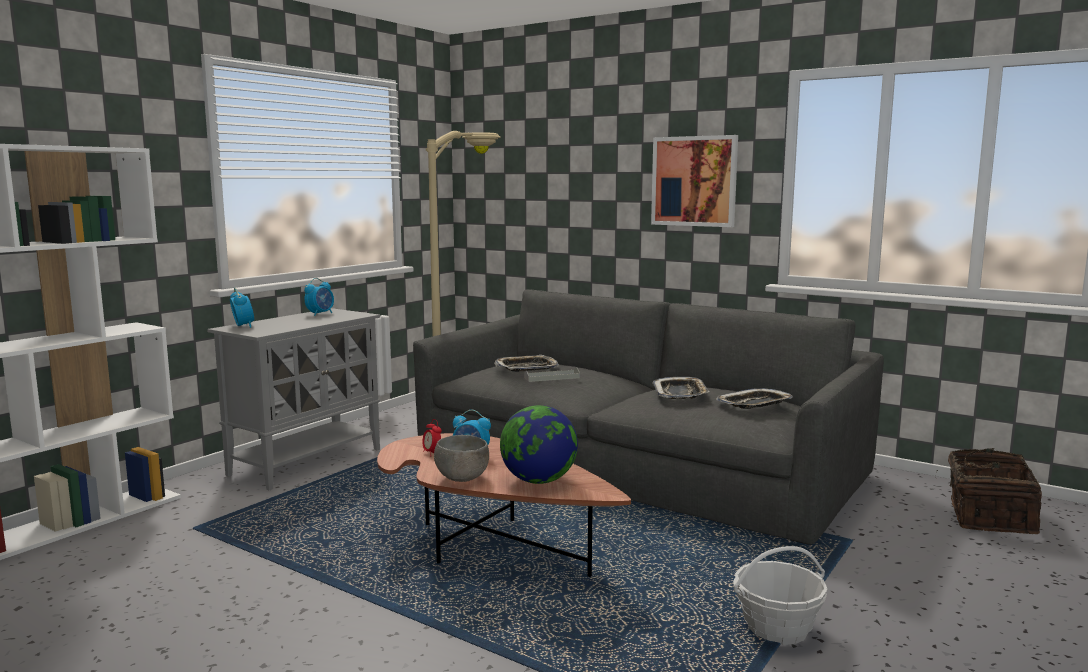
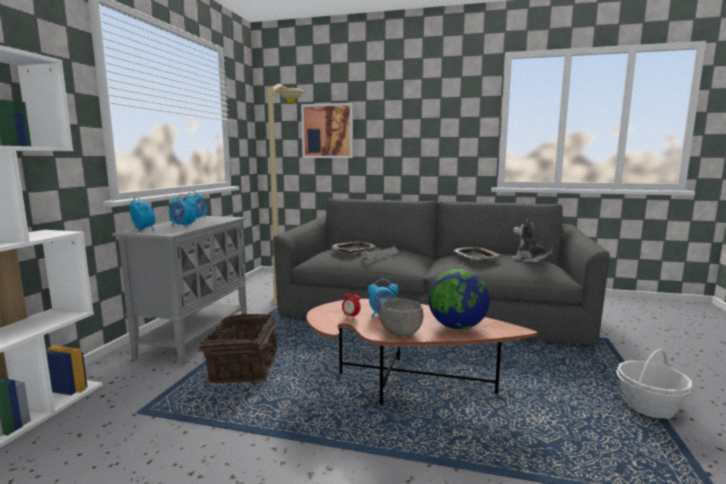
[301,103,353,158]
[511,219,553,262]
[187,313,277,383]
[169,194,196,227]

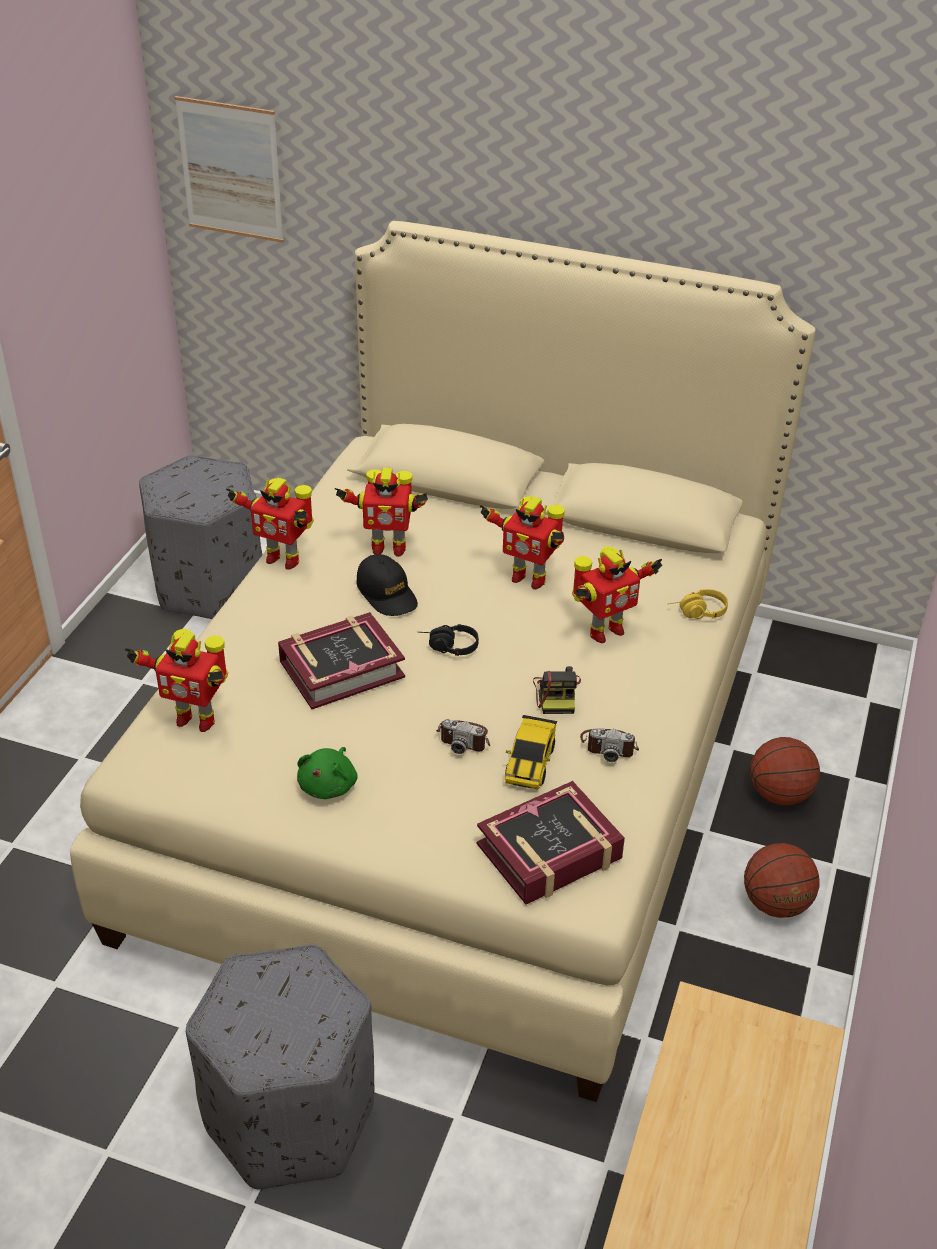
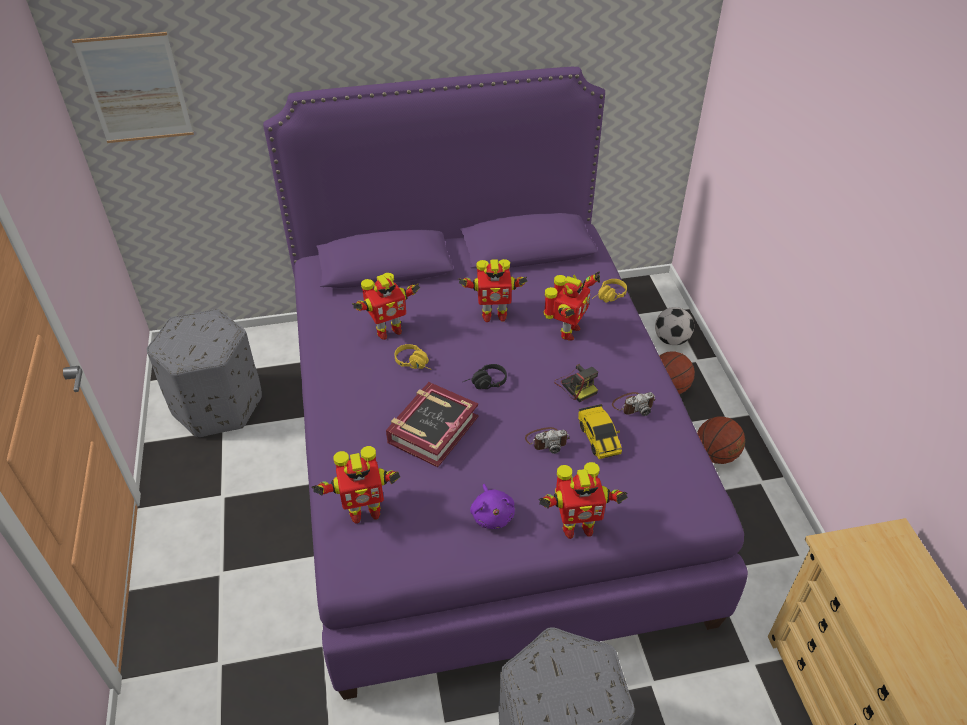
[263,67,748,700]
[539,462,628,539]
[395,344,430,369]
[470,484,515,529]
[477,781,625,905] (first image)
[655,307,694,345]

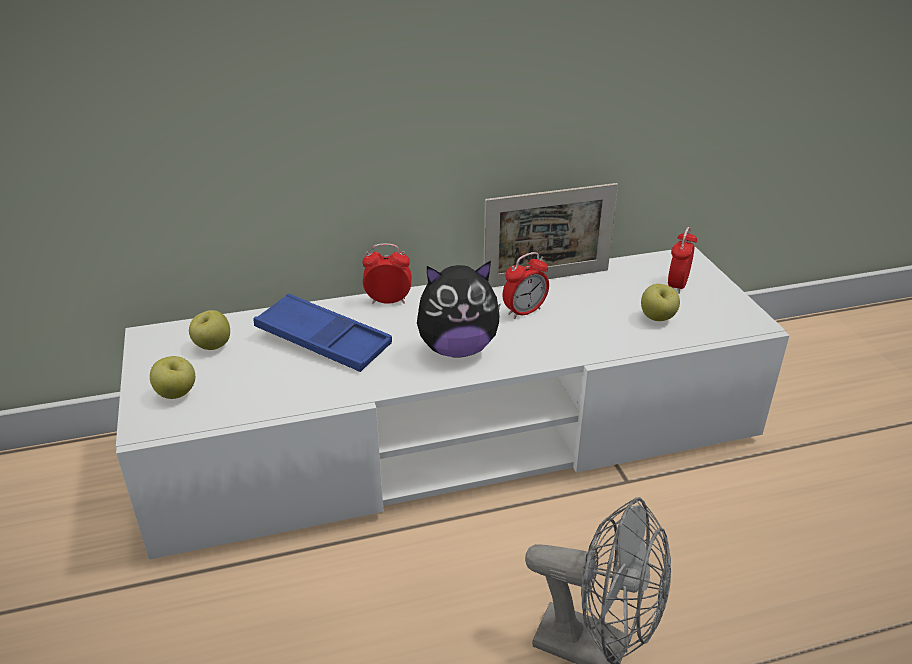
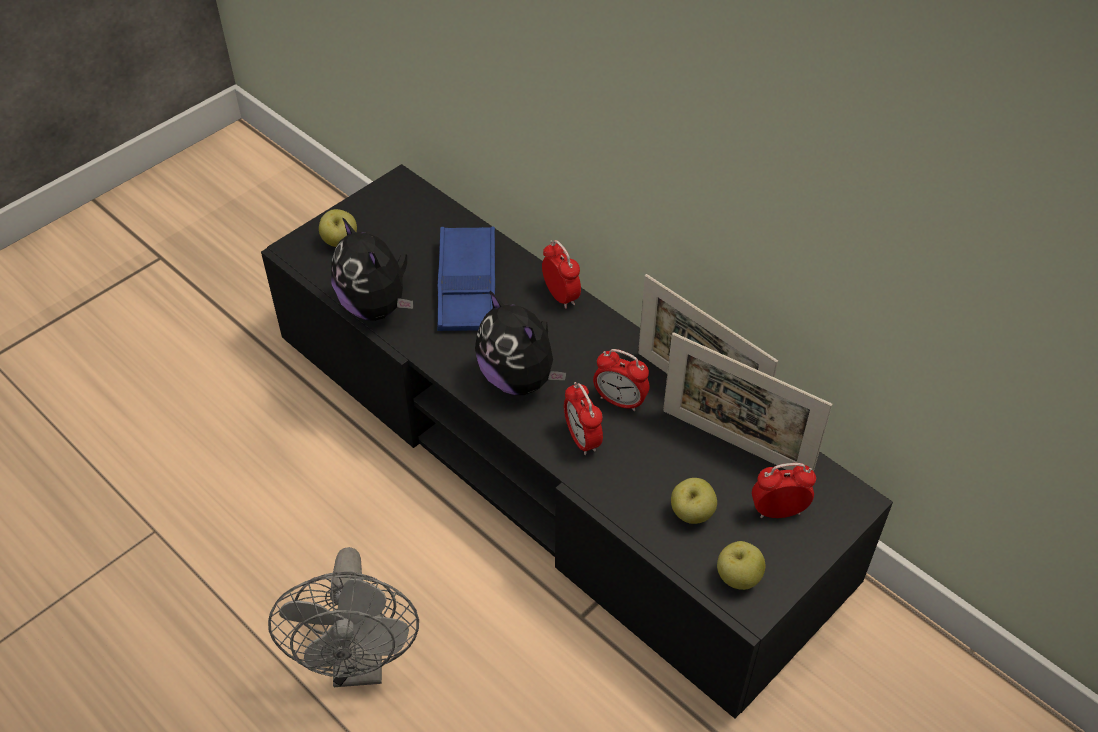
[261,164,893,719]
[717,541,765,590]
[331,217,413,321]
[663,332,833,471]
[564,382,603,455]

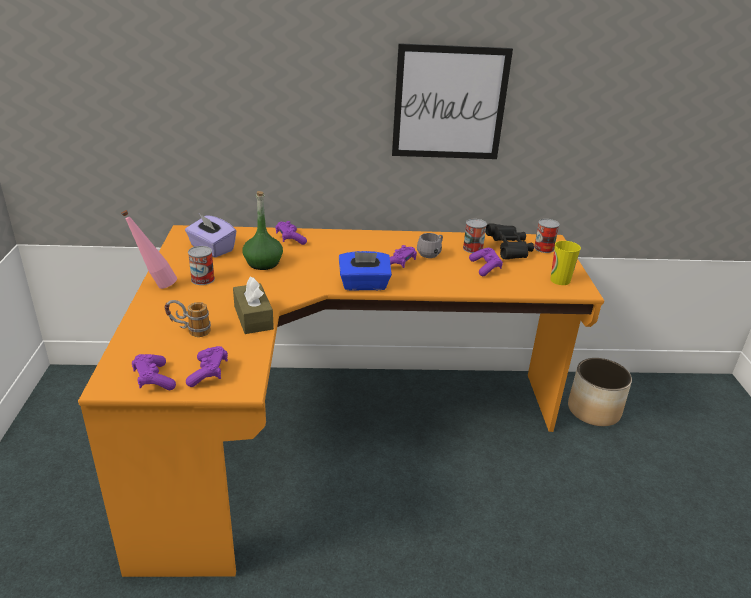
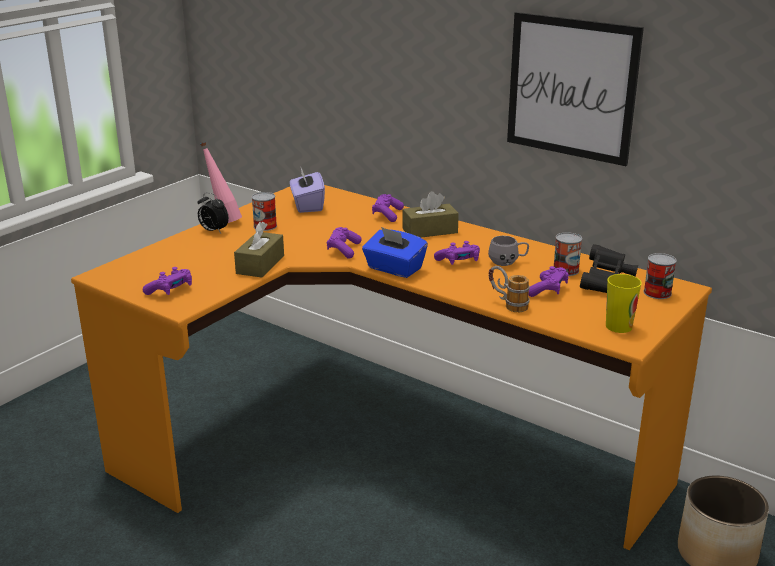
[243,191,283,270] (first image)
[489,266,530,313]
[327,227,362,259]
[402,191,459,238]
[198,192,229,233]

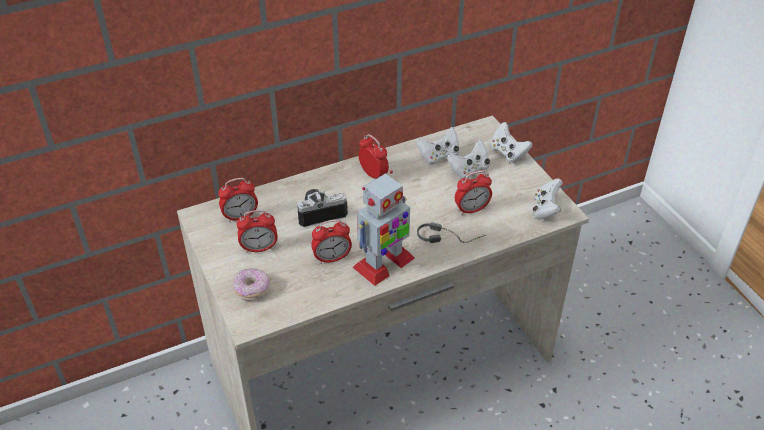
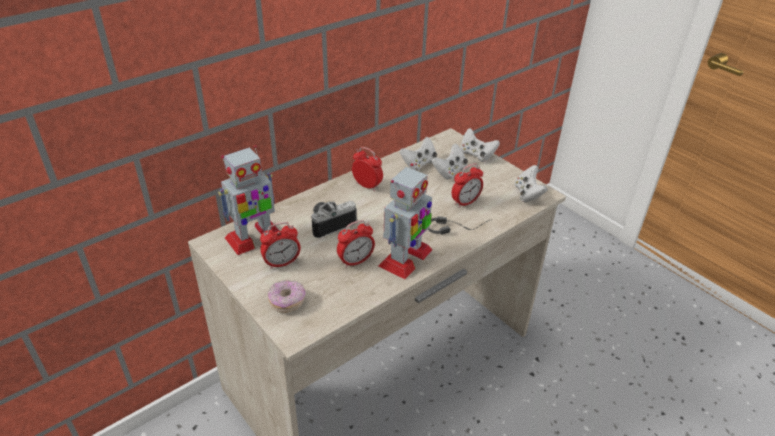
[218,145,279,255]

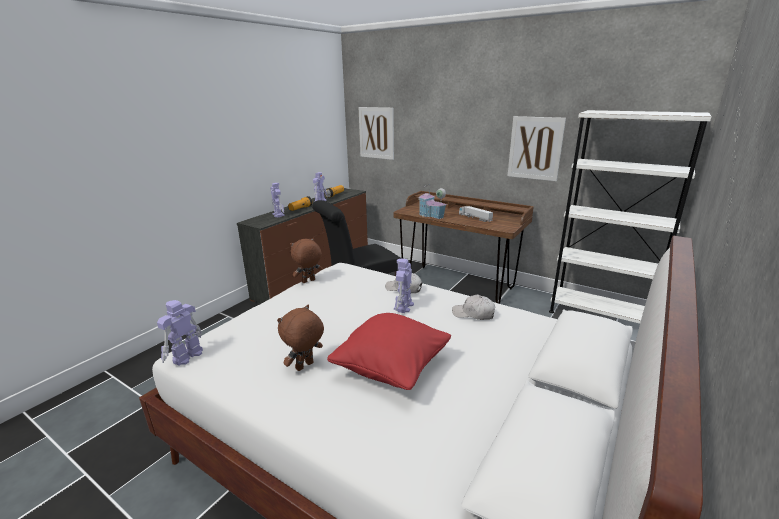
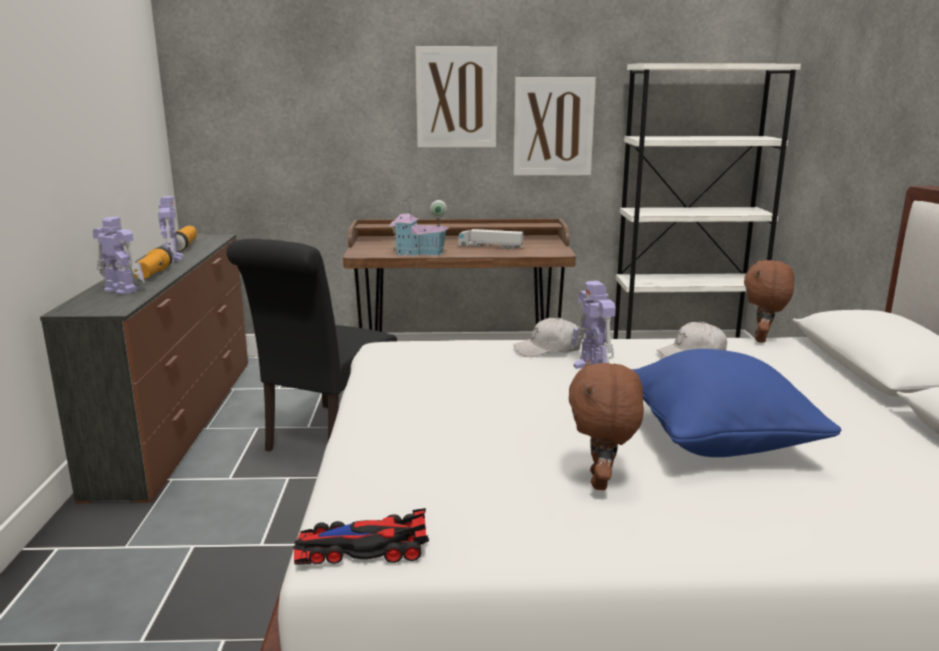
[415,46,497,148]
[744,260,794,343]
[293,508,429,565]
[632,349,841,457]

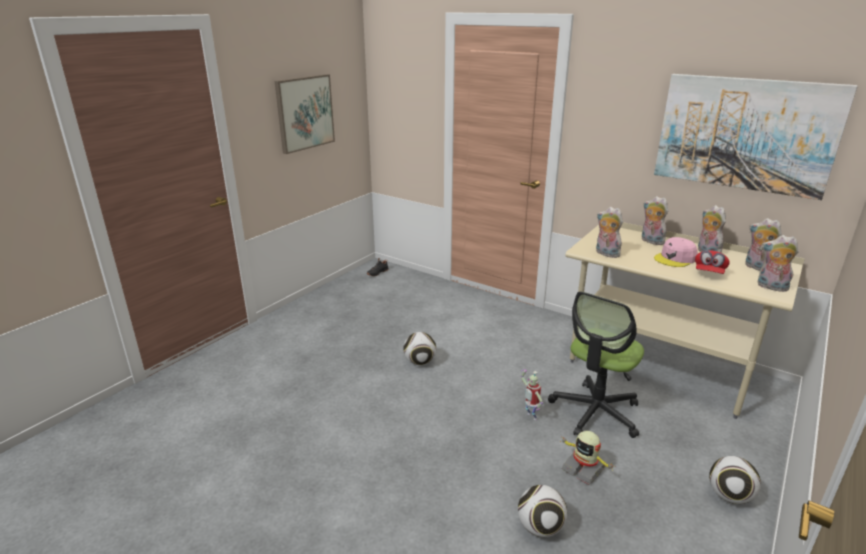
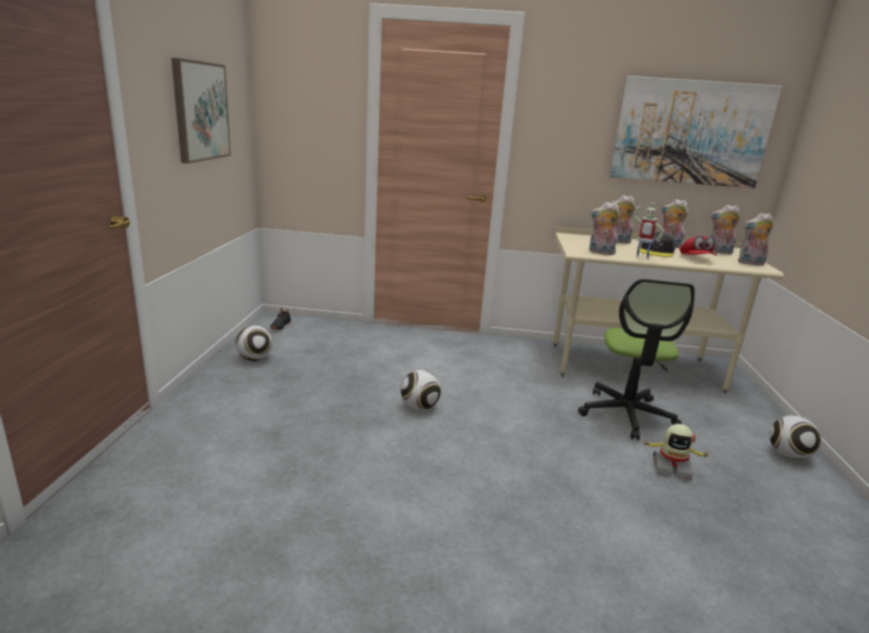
[639,231,676,257]
[632,203,665,259]
[236,326,273,361]

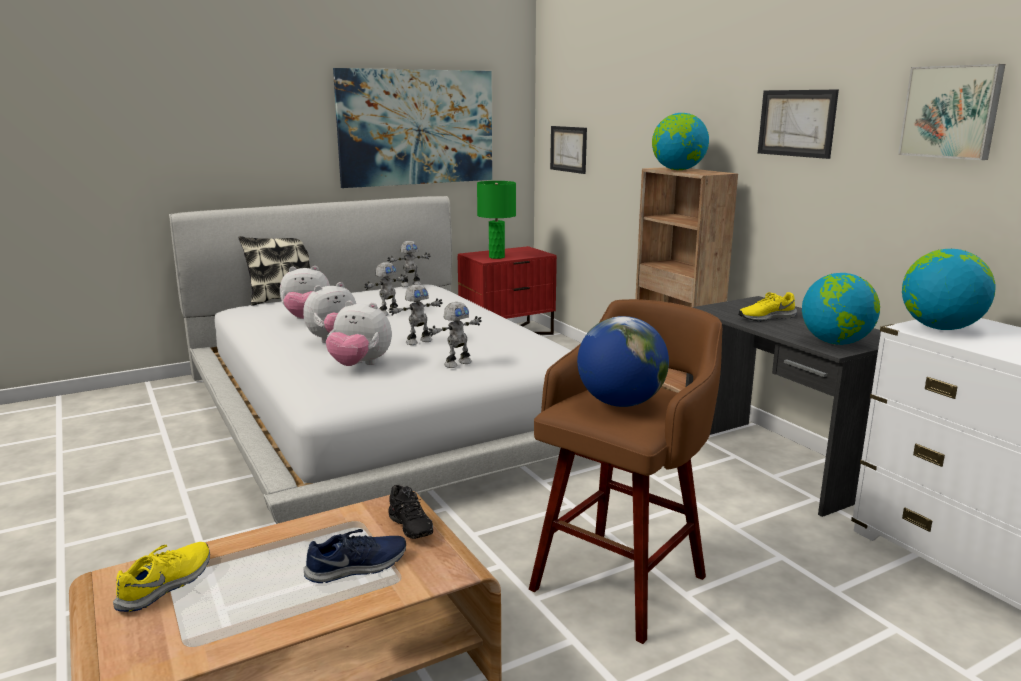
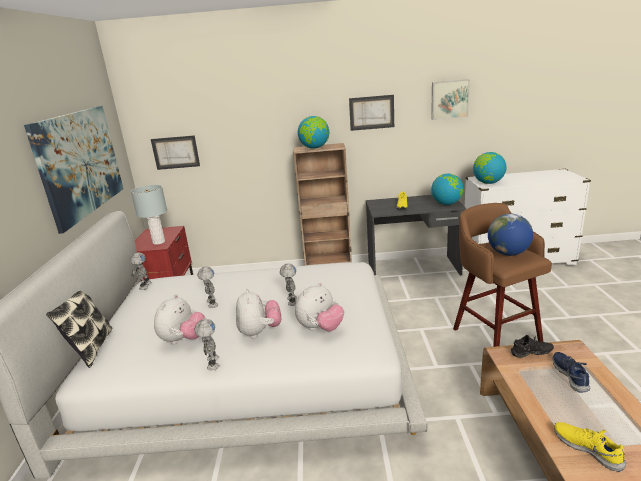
[131,185,167,245]
[194,319,219,370]

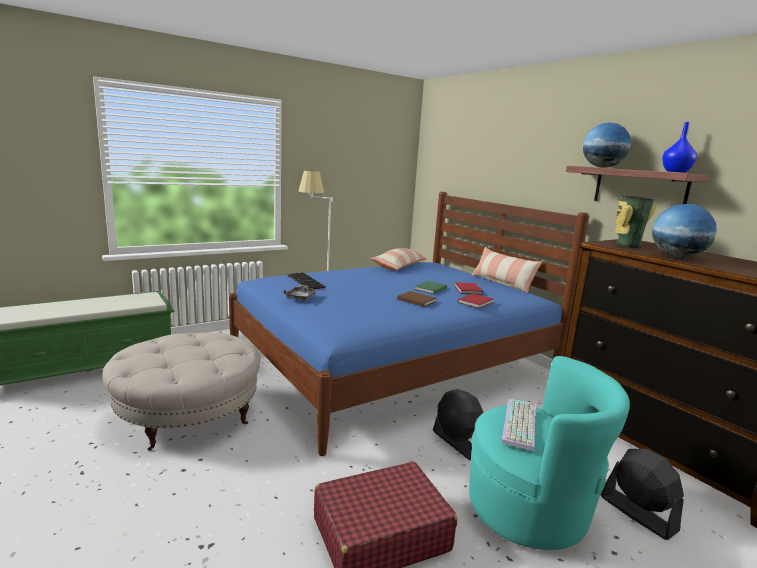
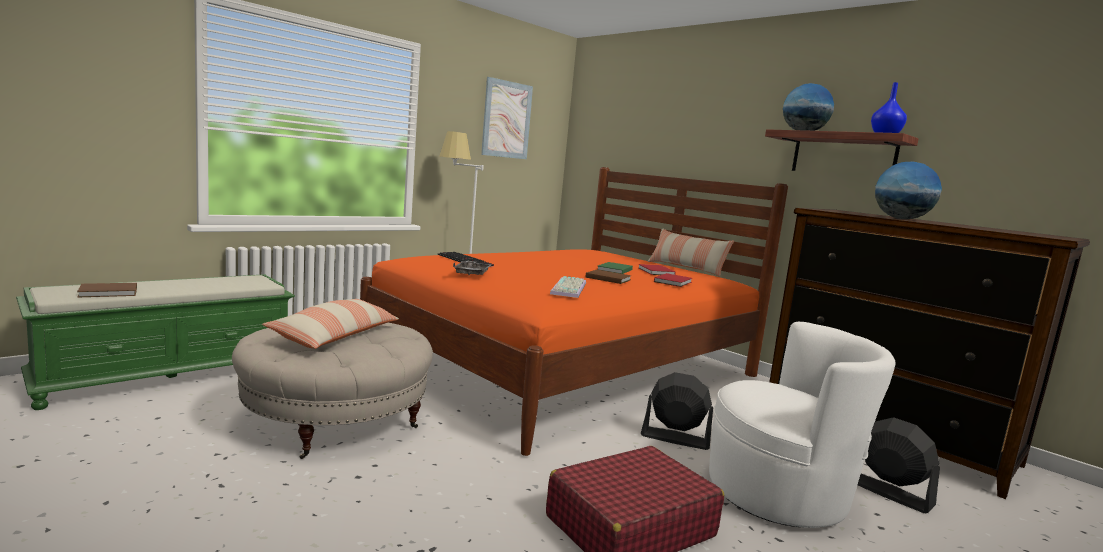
[360,167,788,456]
[615,196,656,248] (first image)
[262,299,399,349]
[709,322,896,528]
[641,372,713,450]
[550,276,586,298]
[481,77,533,159]
[77,283,137,297]

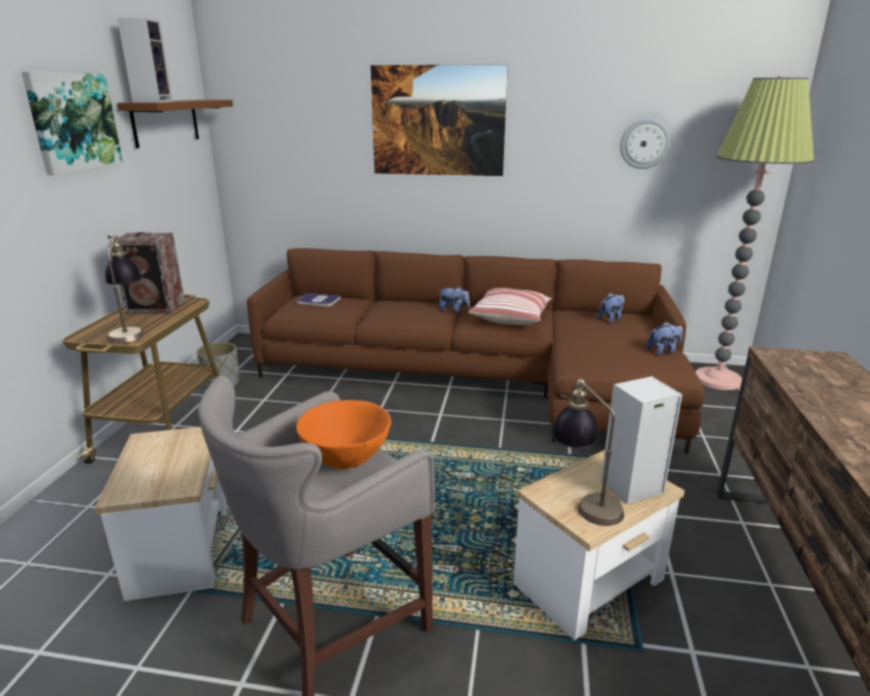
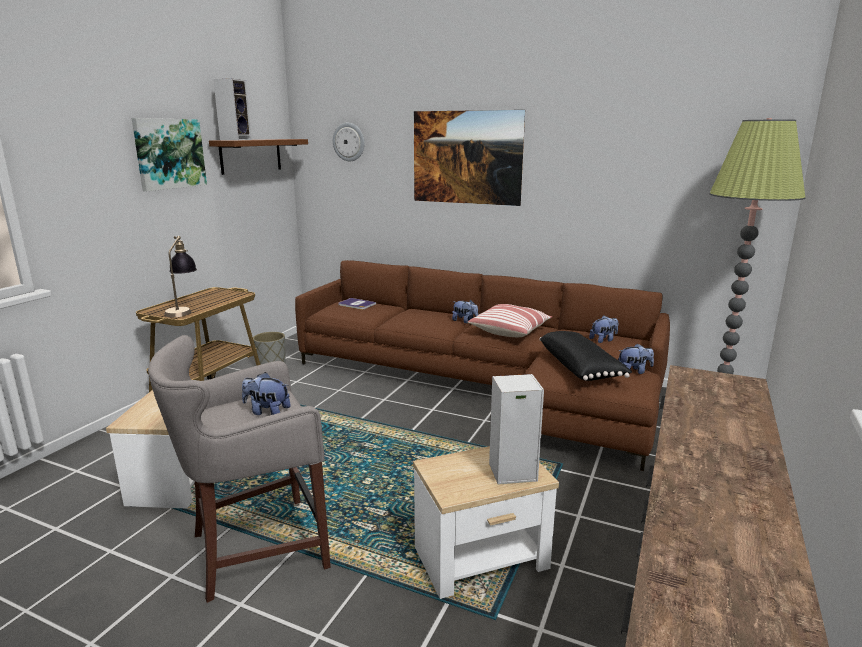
[333,123,365,161]
[110,232,185,312] (first image)
[552,379,624,526] (first image)
[242,372,291,415]
[539,331,632,381]

